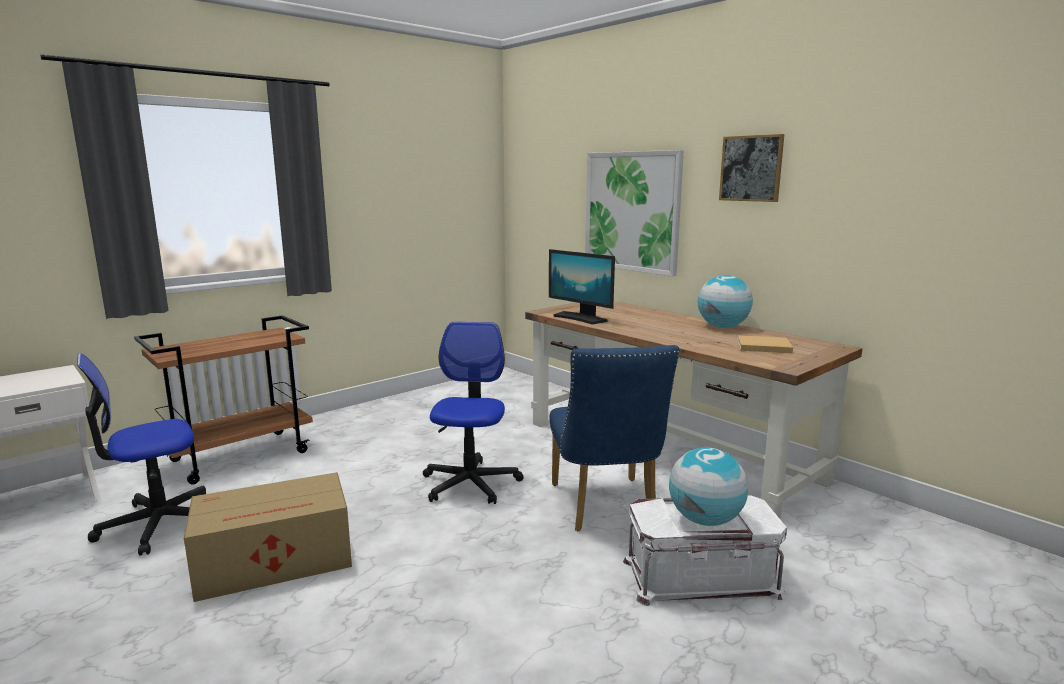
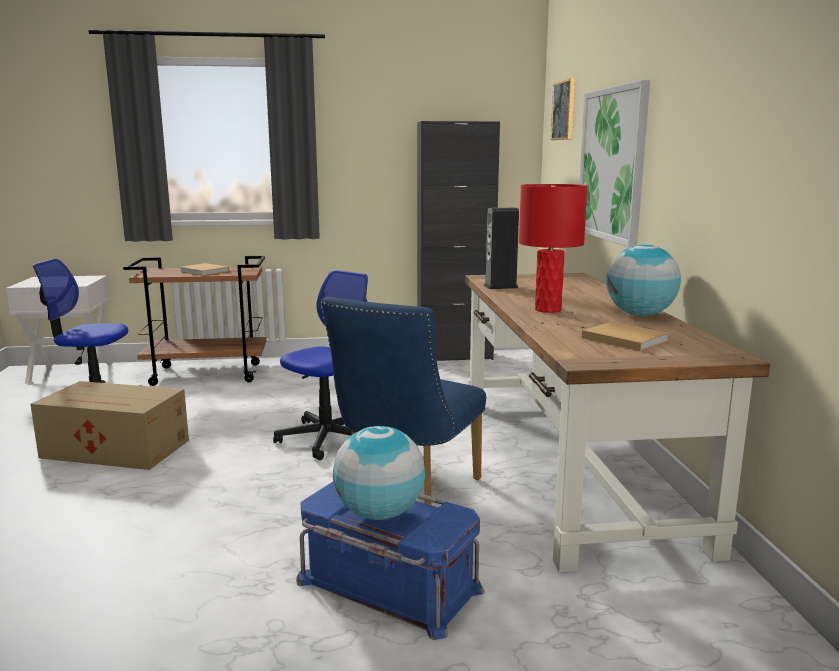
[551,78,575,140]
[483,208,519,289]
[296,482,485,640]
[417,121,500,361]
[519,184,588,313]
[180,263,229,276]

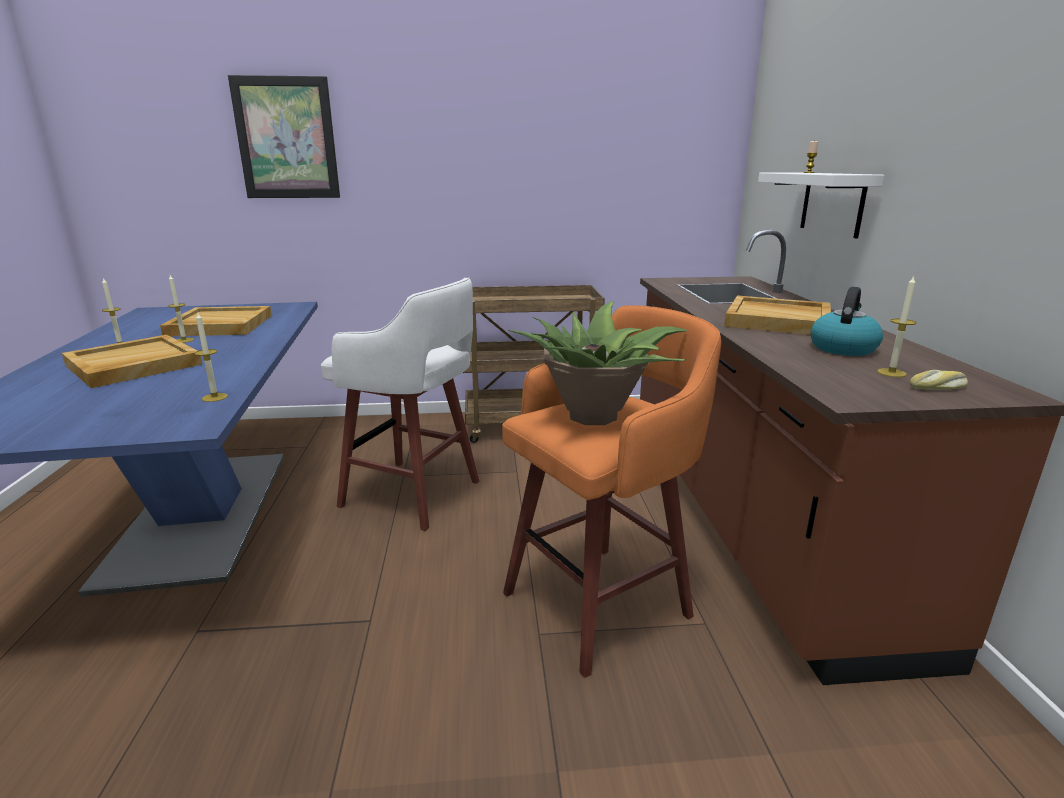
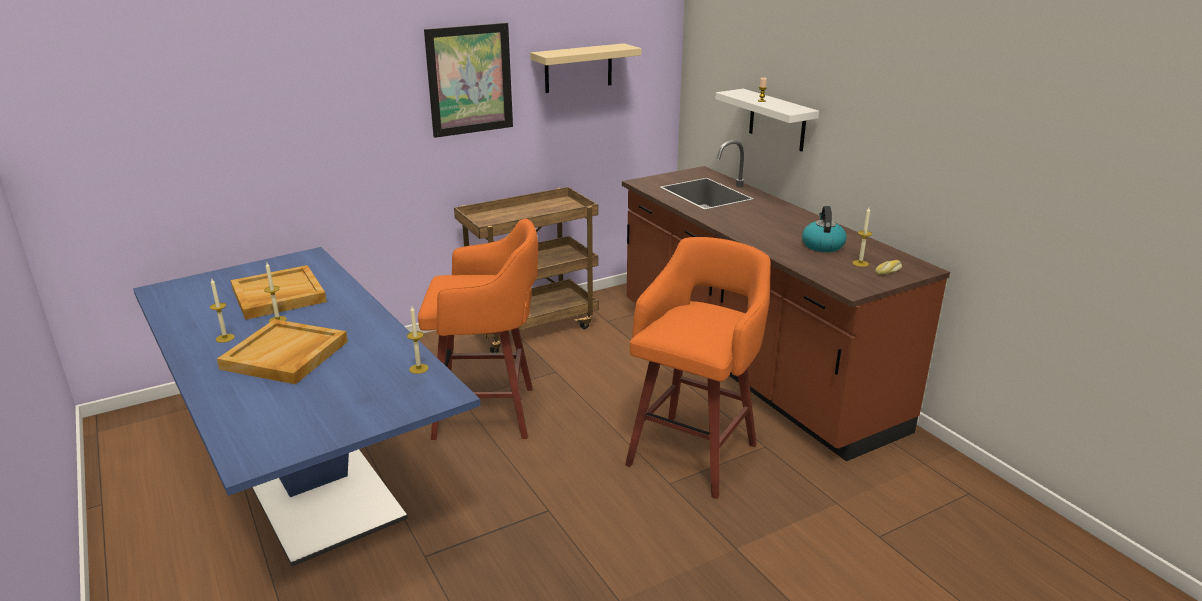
[424,23,513,138]
[418,218,538,440]
[724,295,831,335] (first image)
[508,301,687,425] (first image)
[530,43,642,93]

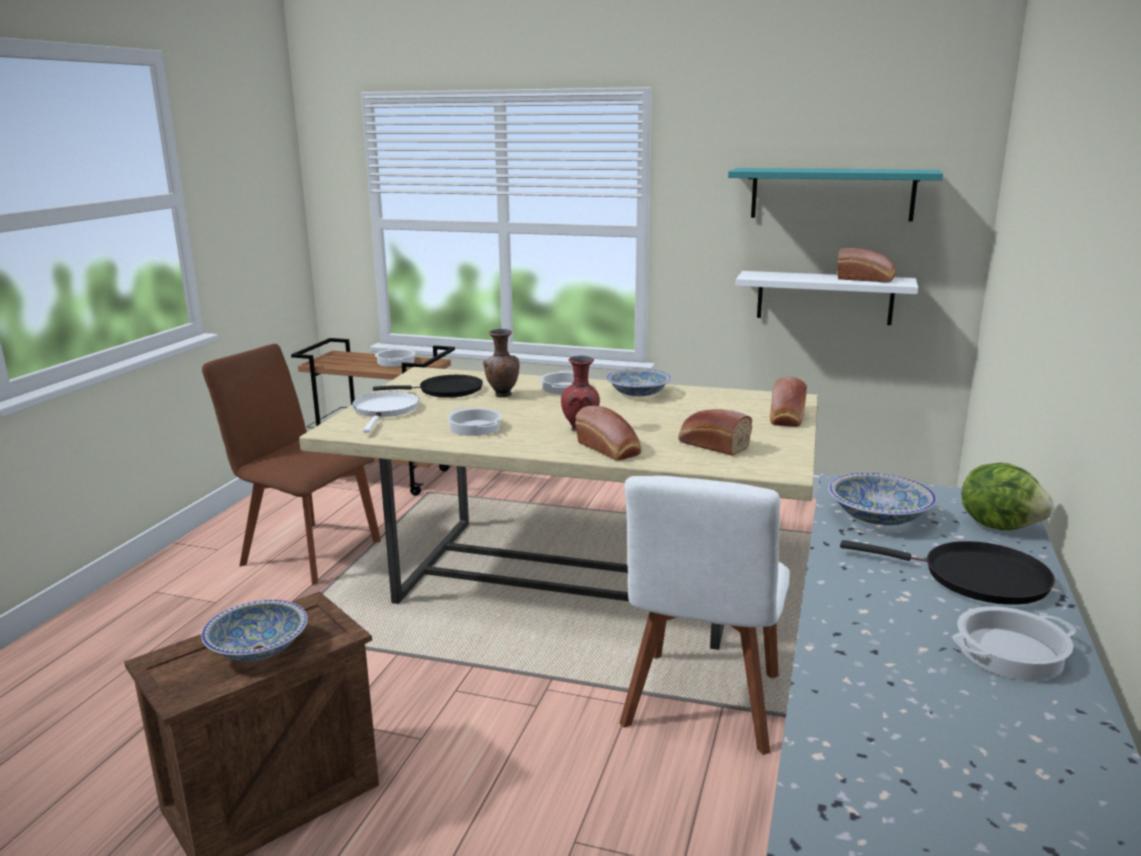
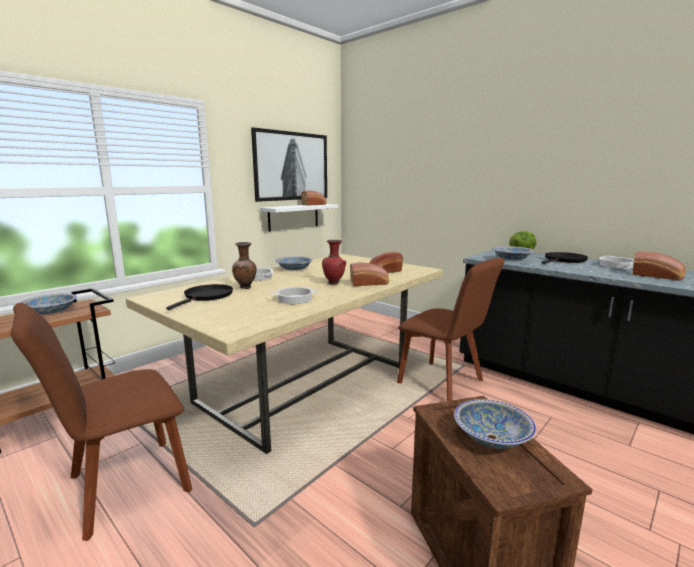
[251,127,327,202]
[21,293,77,314]
[633,251,686,281]
[352,391,419,432] (first image)
[397,258,504,401]

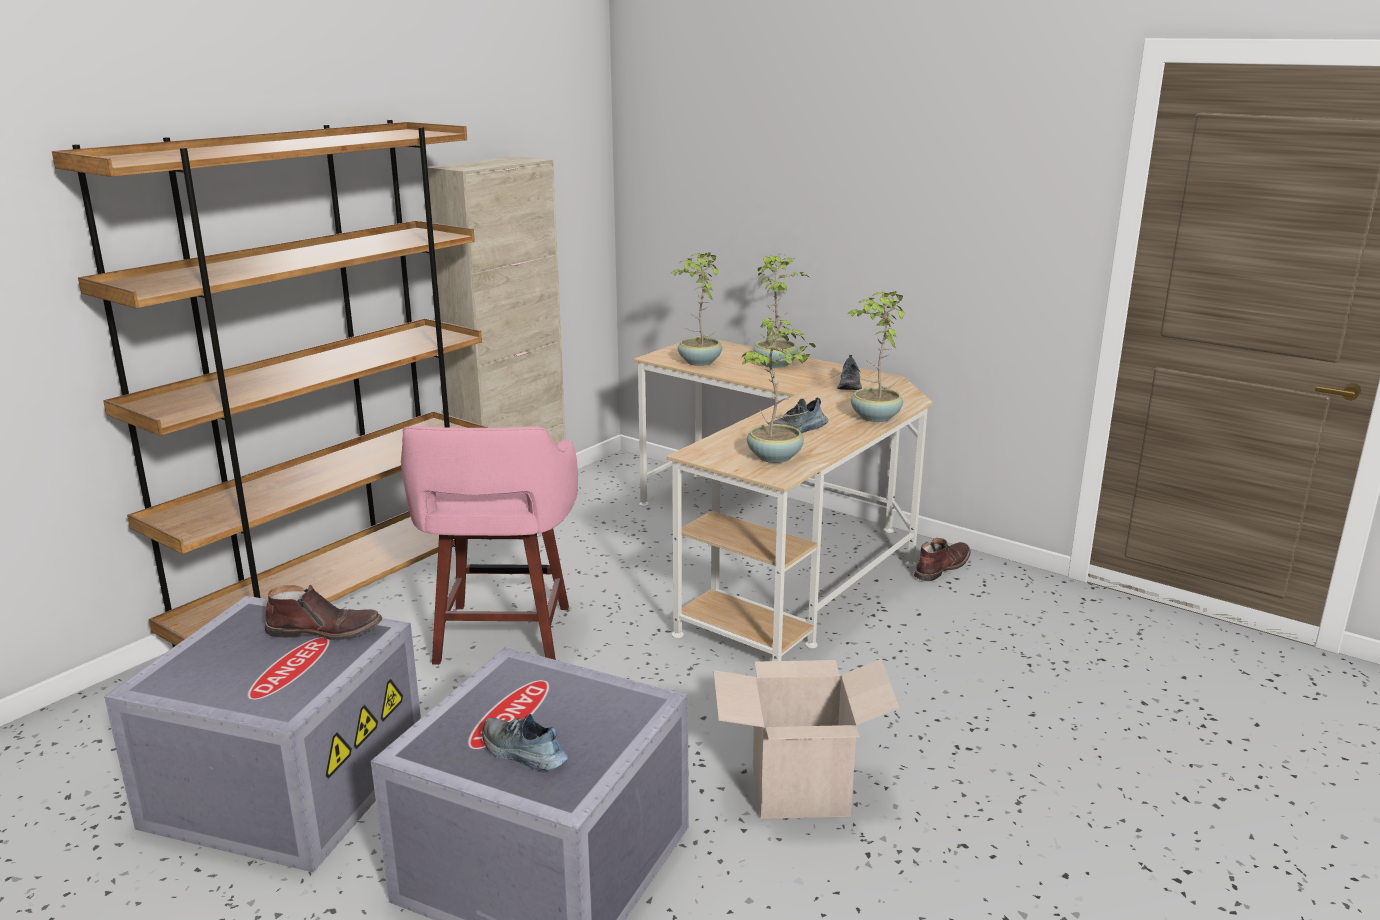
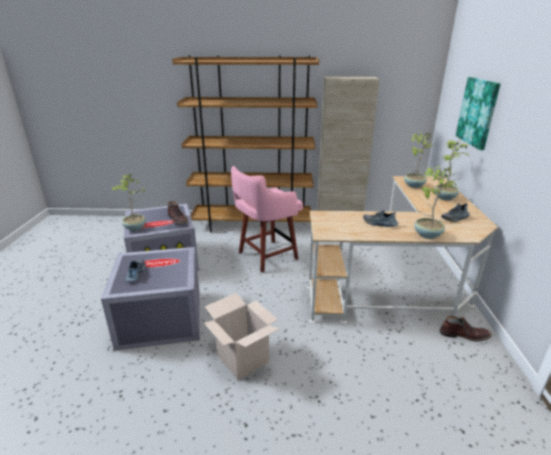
[112,174,146,231]
[456,77,500,150]

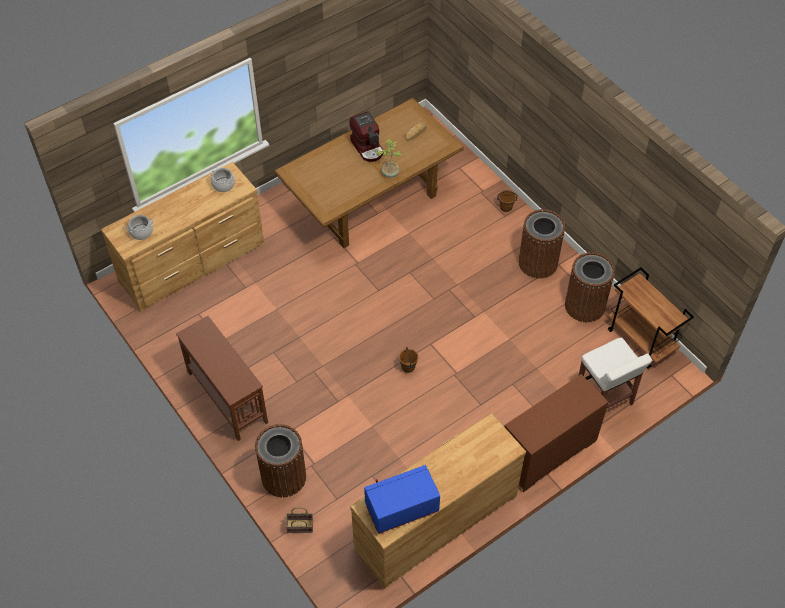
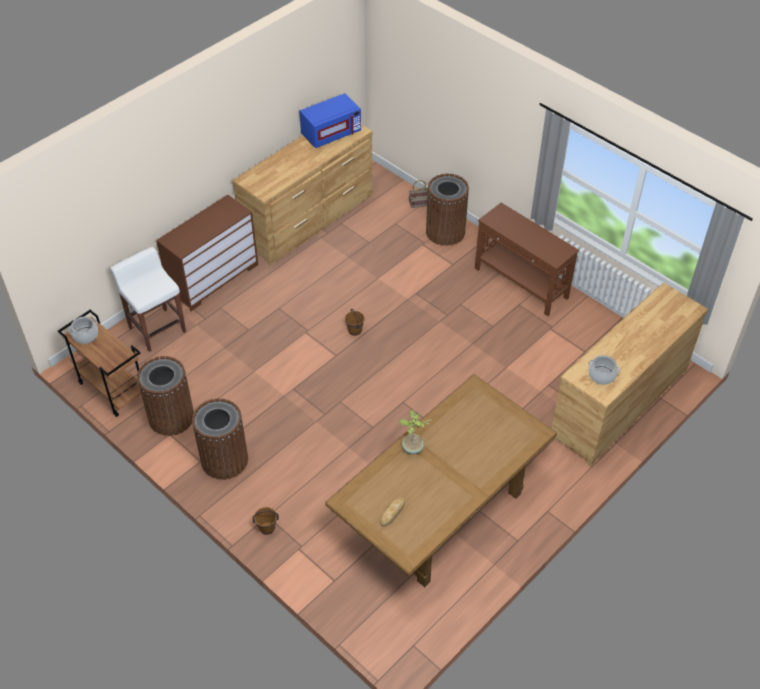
[349,111,384,162] (first image)
[68,317,98,344]

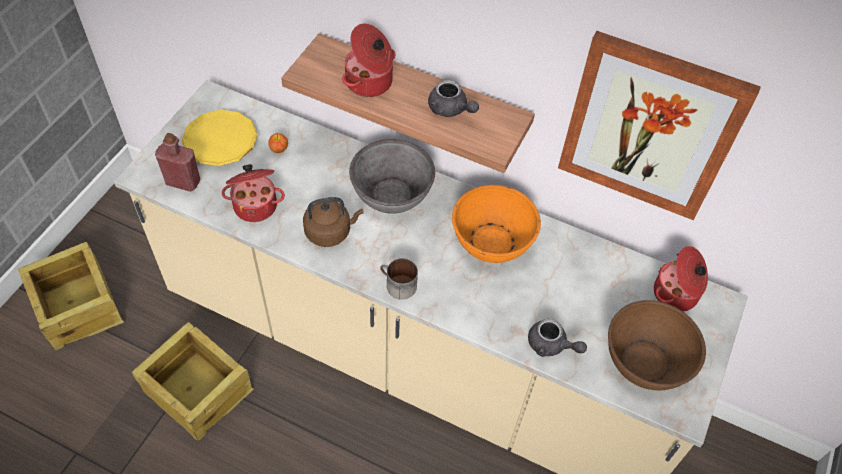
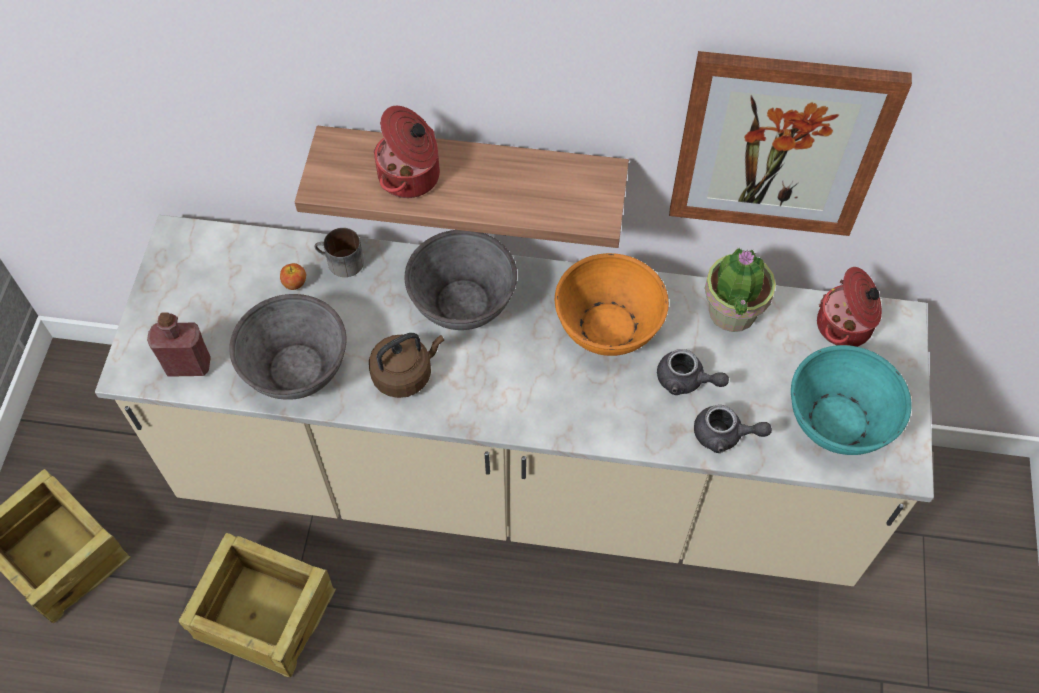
[657,349,729,395]
[182,110,258,166] (first image)
[229,294,346,400]
[315,228,364,277]
[791,345,912,455]
[705,247,776,332]

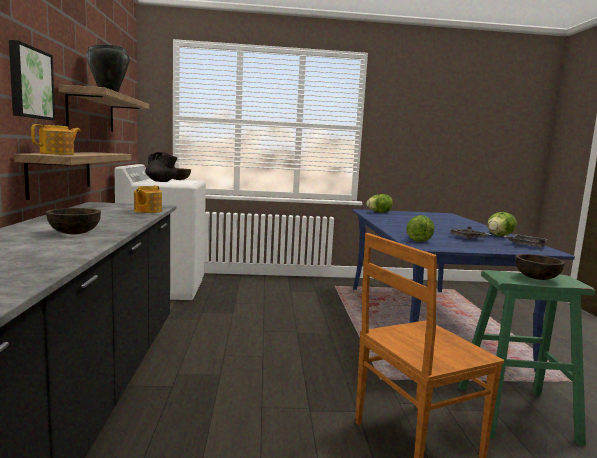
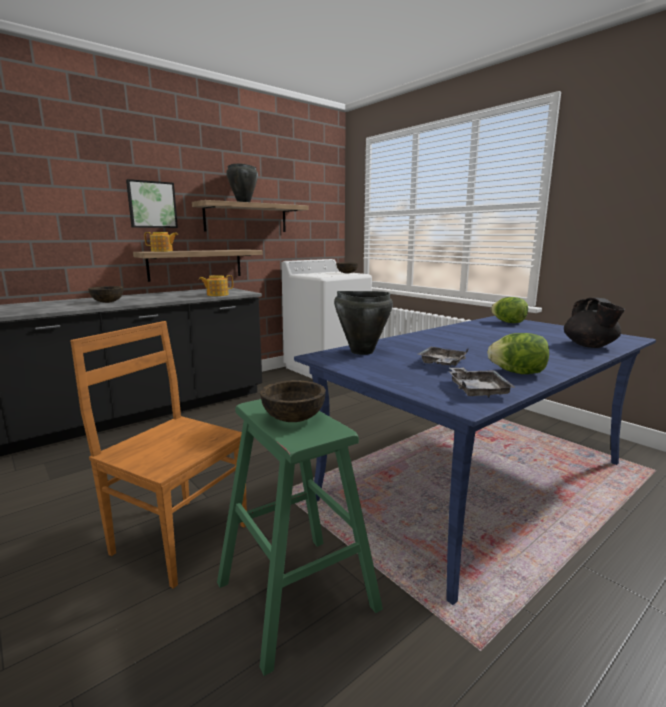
[564,298,625,348]
[334,291,393,355]

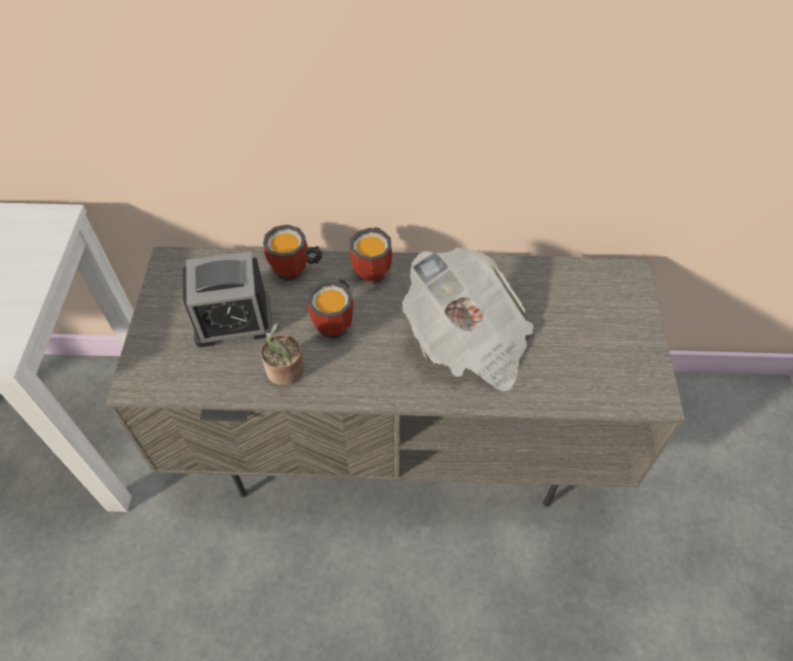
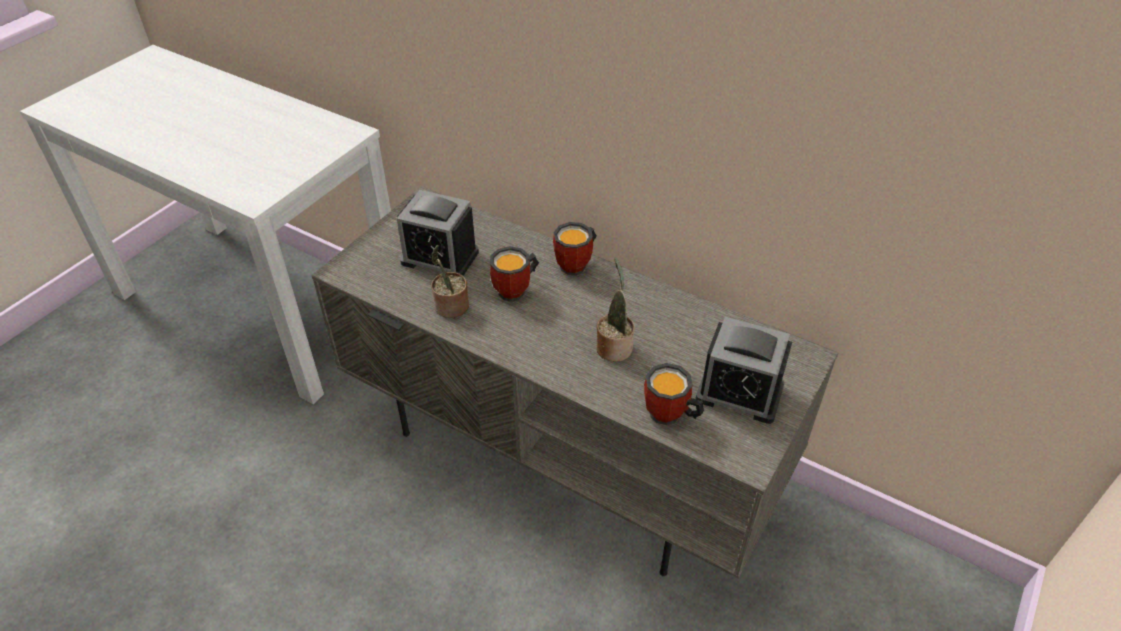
[644,363,704,426]
[597,257,634,362]
[696,317,792,424]

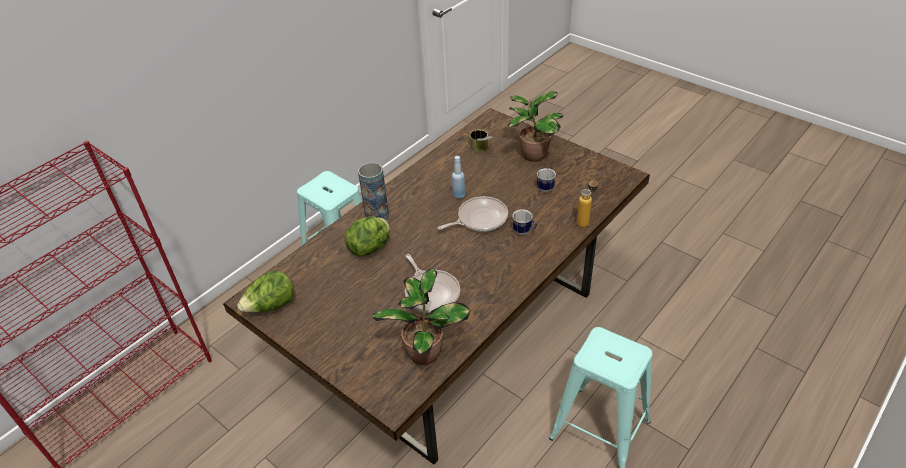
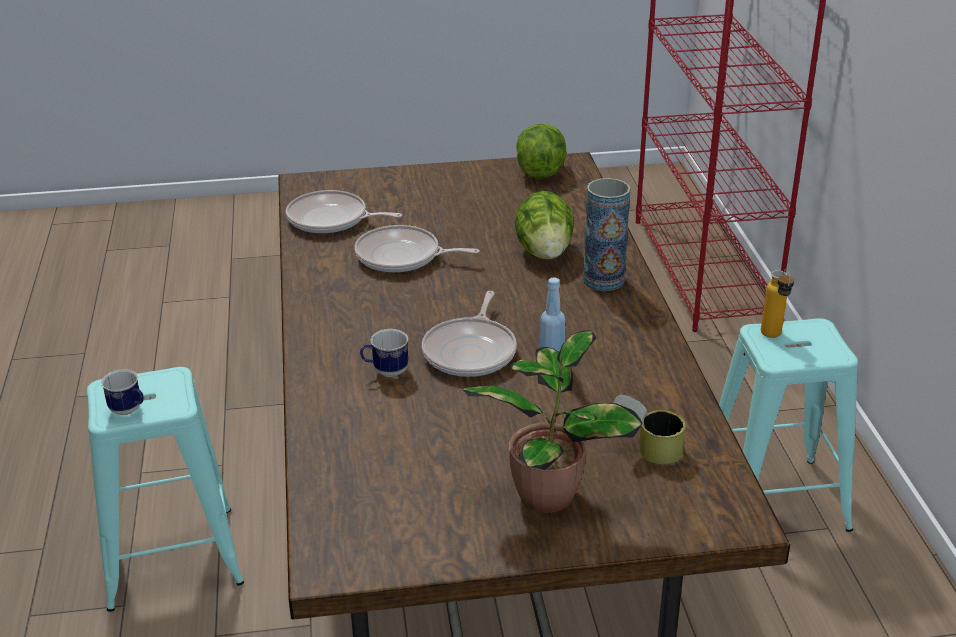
[101,369,144,415]
[761,269,794,338]
[286,190,402,234]

